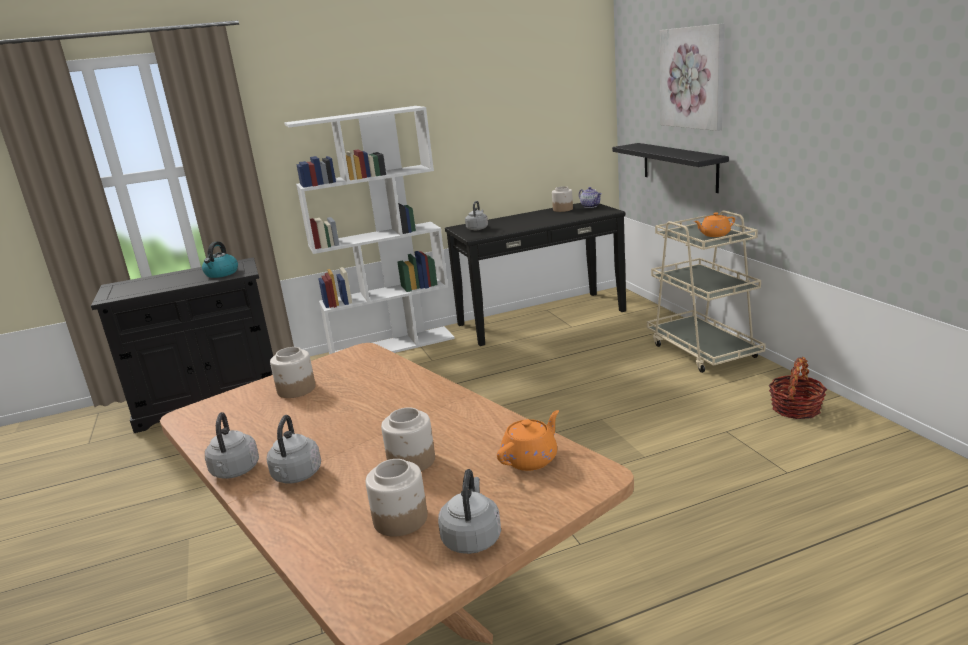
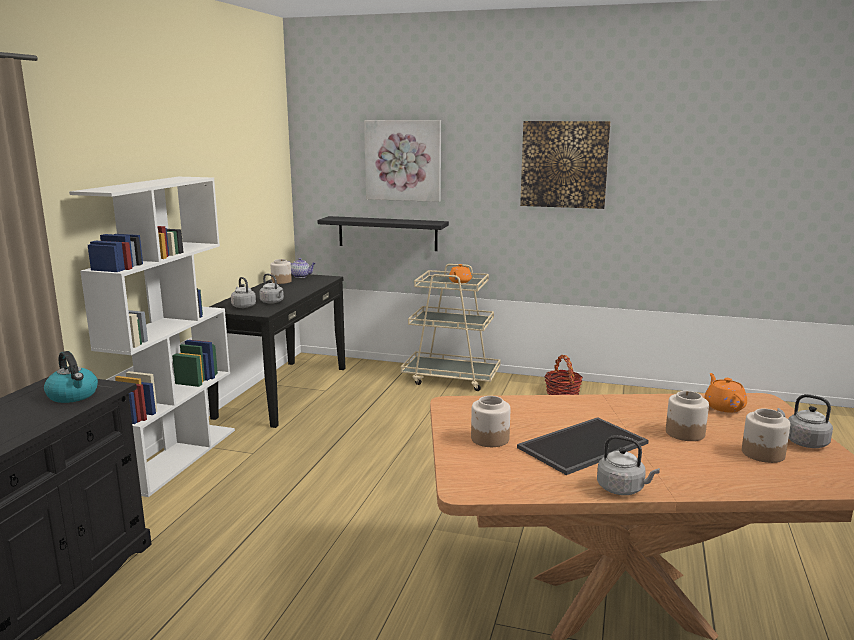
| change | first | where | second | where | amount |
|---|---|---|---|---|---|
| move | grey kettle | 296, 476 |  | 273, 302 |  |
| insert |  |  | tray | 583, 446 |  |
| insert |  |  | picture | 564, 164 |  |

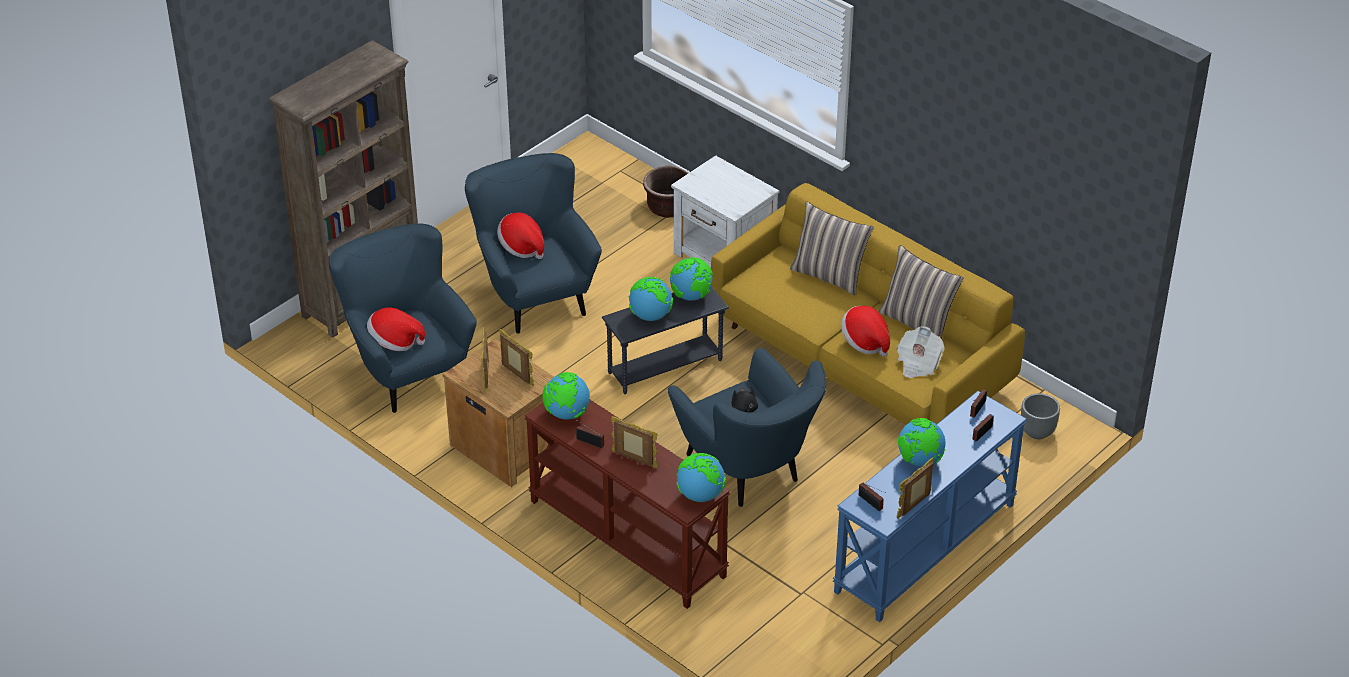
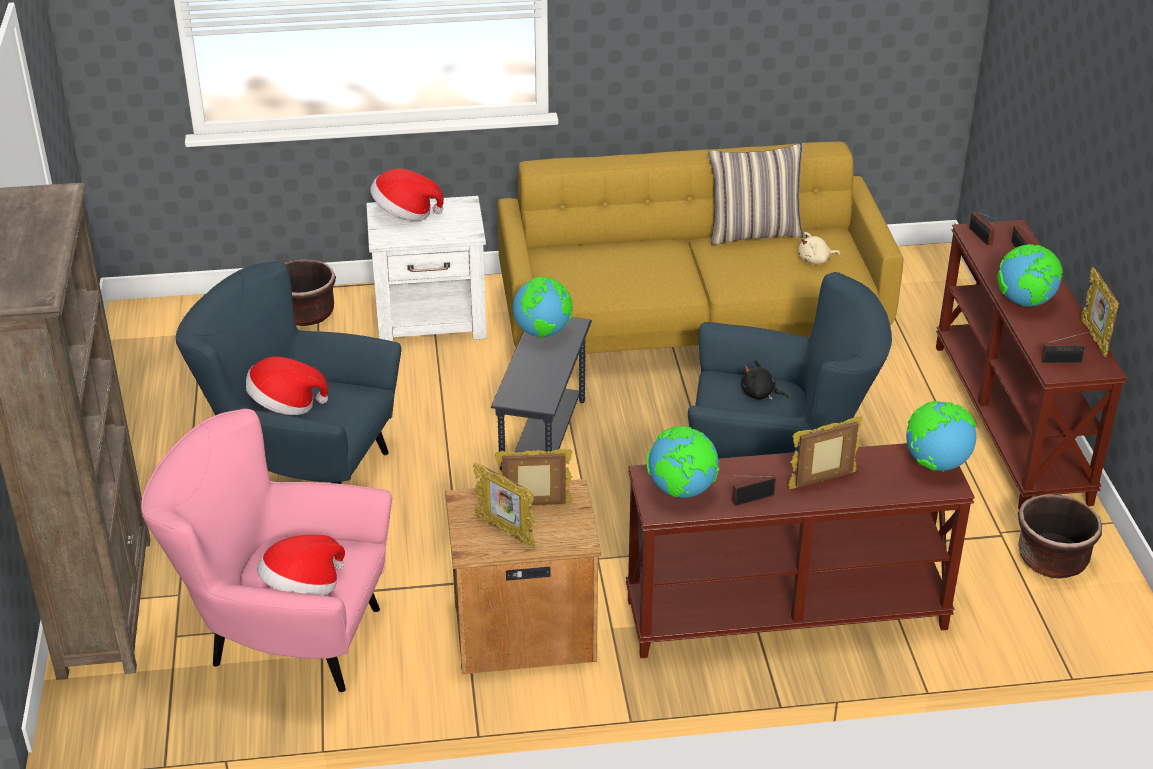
| change | first | where | second | where | amount |
|---|---|---|---|---|---|
| recolor | blue armchair | 407, 369 | pink armchair | 283, 637 |  |
| move | hat | 865, 342 |  | 405, 213 |  |
| replace | newspaper | 918, 363 | beige plush toy | 815, 260 |  |
| recolor | blue console table | 926, 549 | brown console table | 1012, 422 |  |
| insert |  |  | brown planter | 1051, 560 |  |
| delete | globe | 650, 316 |  |  |  |
| delete | pillow | 829, 275 |  |  |  |
| delete | grey planter | 1037, 432 |  |  |  |

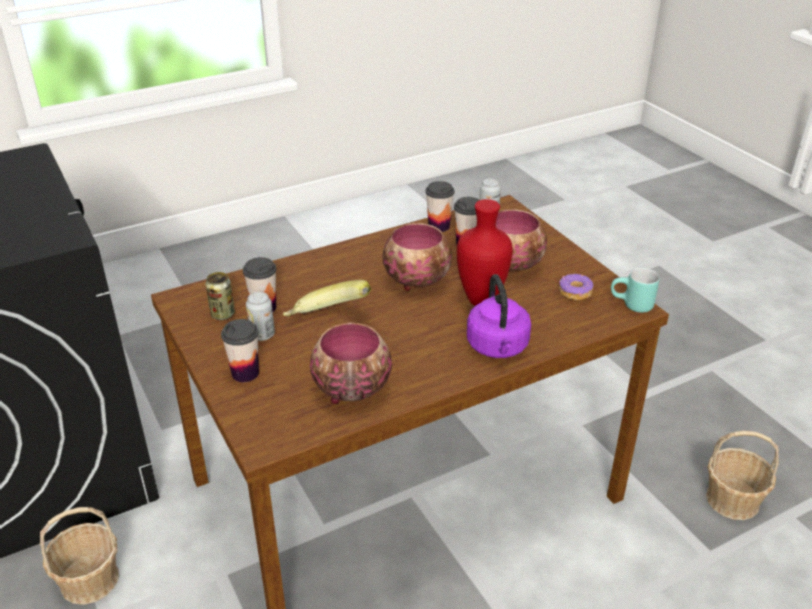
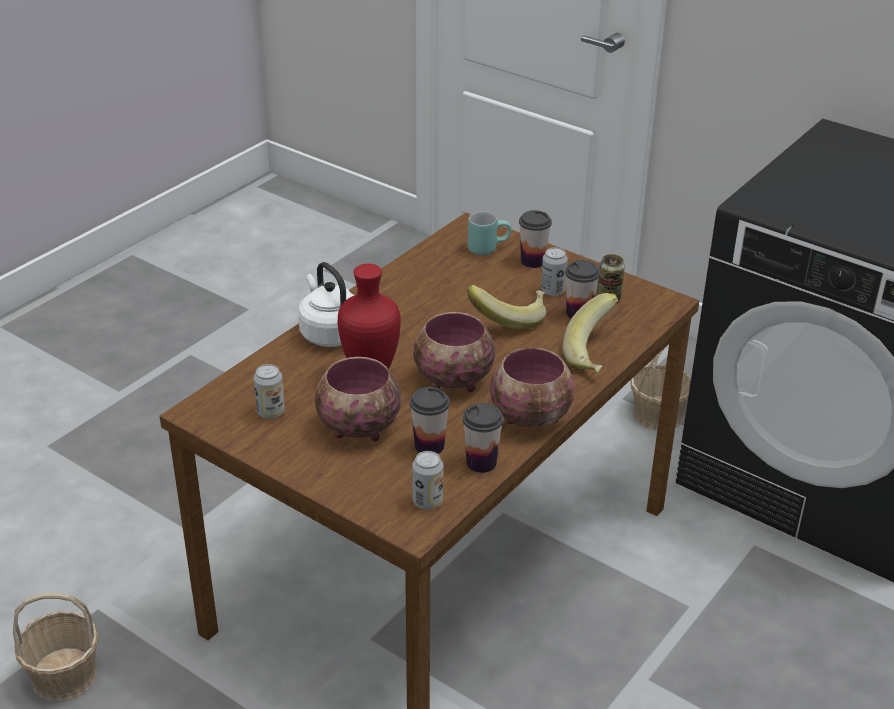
| change | first | where | second | where | amount |
|---|---|---|---|---|---|
| replace | donut | 575, 292 | can | 271, 412 |  |
| recolor | purple kettle | 498, 348 | white kettle | 329, 333 |  |
| move | turquoise mug | 631, 306 |  | 487, 247 |  |
| move | bowl | 350, 389 |  | 532, 417 |  |
| insert |  |  | banana | 595, 355 |  |

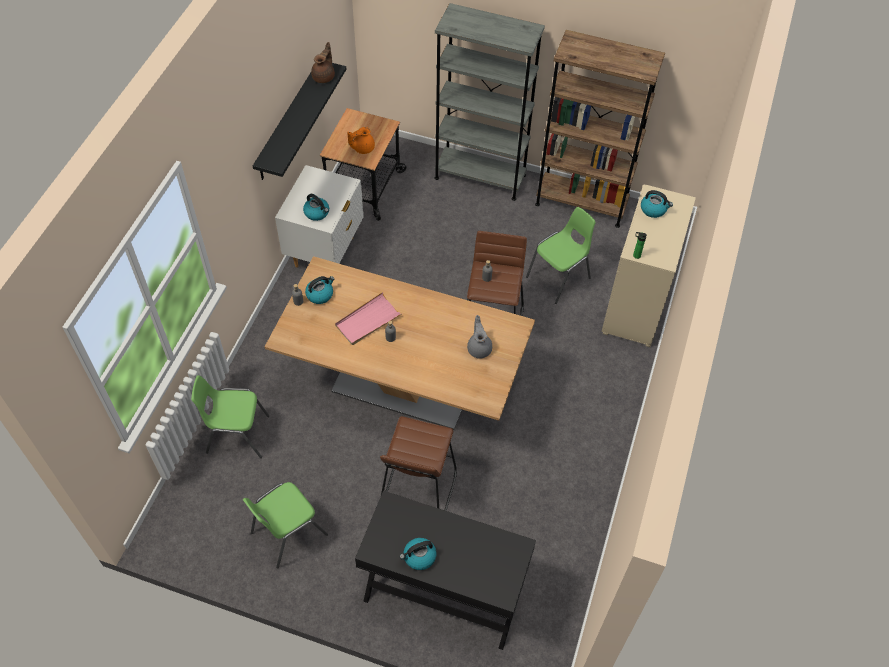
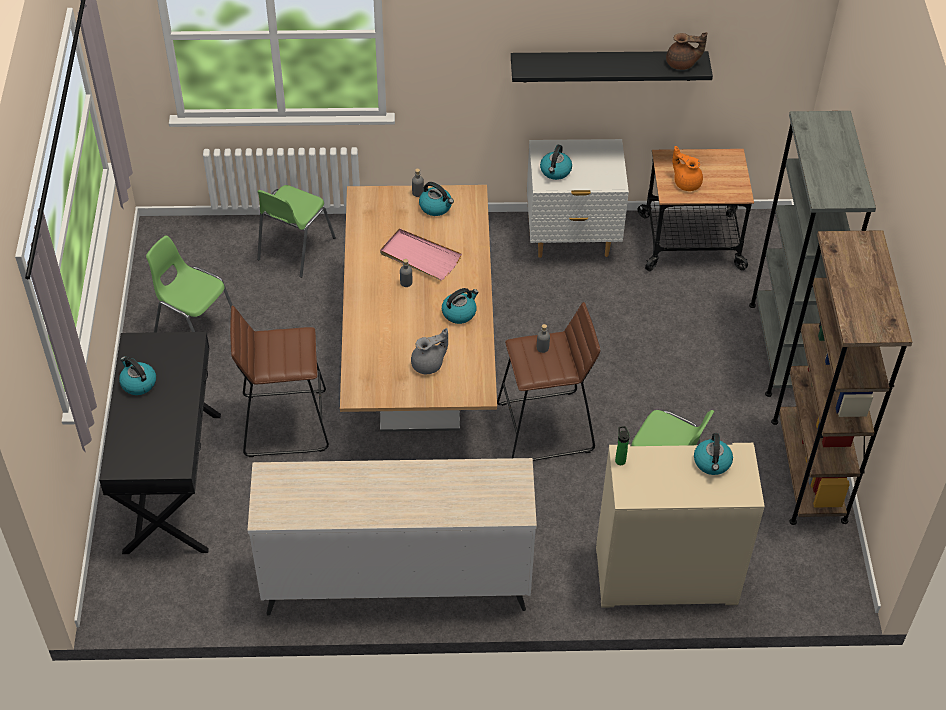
| change | first | where | second | where | amount |
|---|---|---|---|---|---|
| insert |  |  | beige dresser | 395, 582 |  |
| rotate | green chair | 237, 434 |  | 295, 249 | 135 degrees counterclockwise |
| insert |  |  | kettle | 459, 312 |  |

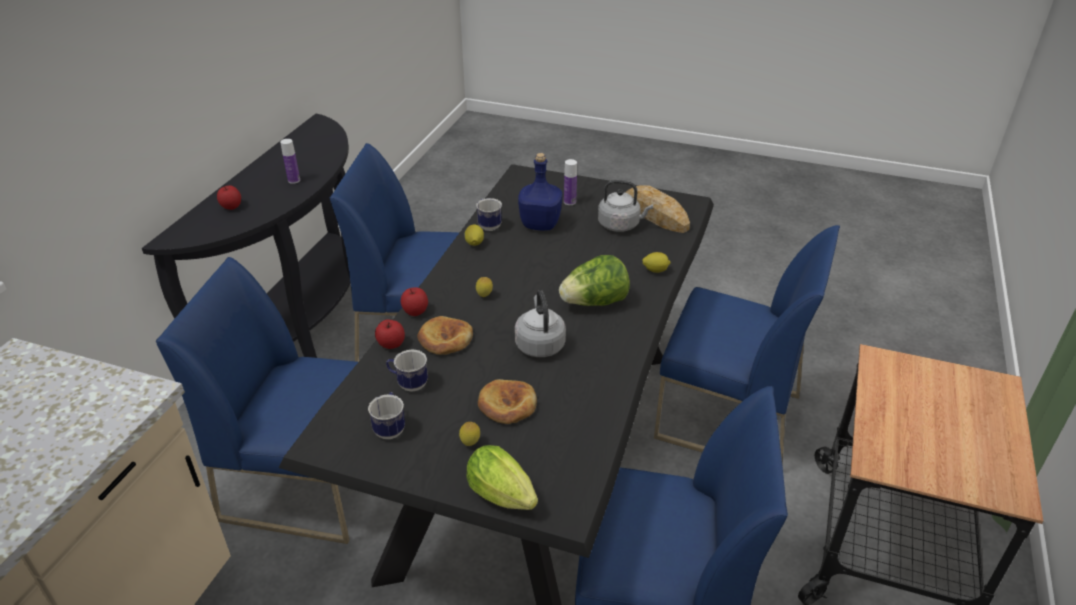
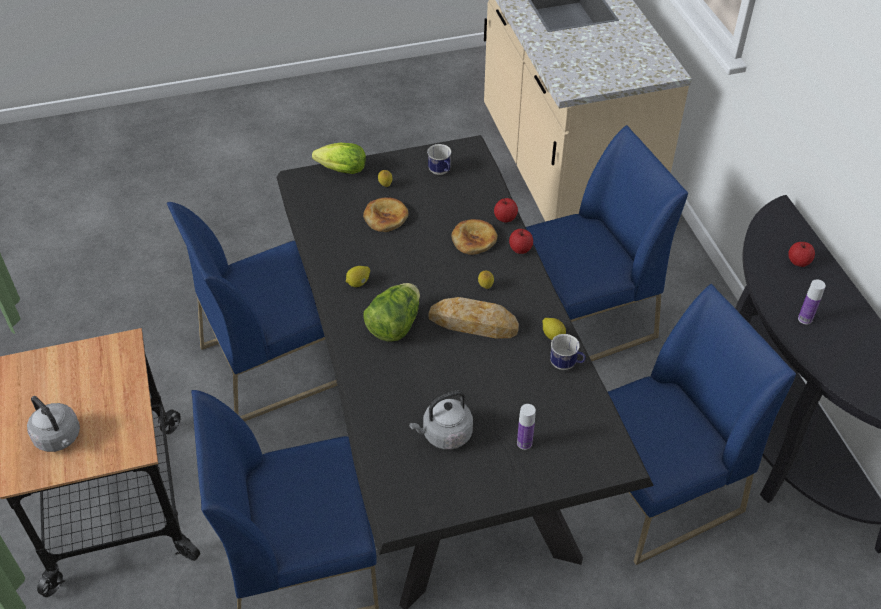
| change | first | where | second | where | amount |
|---|---|---|---|---|---|
| move | grey kettle | 539, 344 |  | 59, 438 |  |
| move | lemon | 655, 270 |  | 358, 283 |  |
| move | bread | 655, 215 |  | 473, 323 |  |
| delete | mug | 408, 384 |  |  |  |
| delete | blue bottle | 539, 224 |  |  |  |

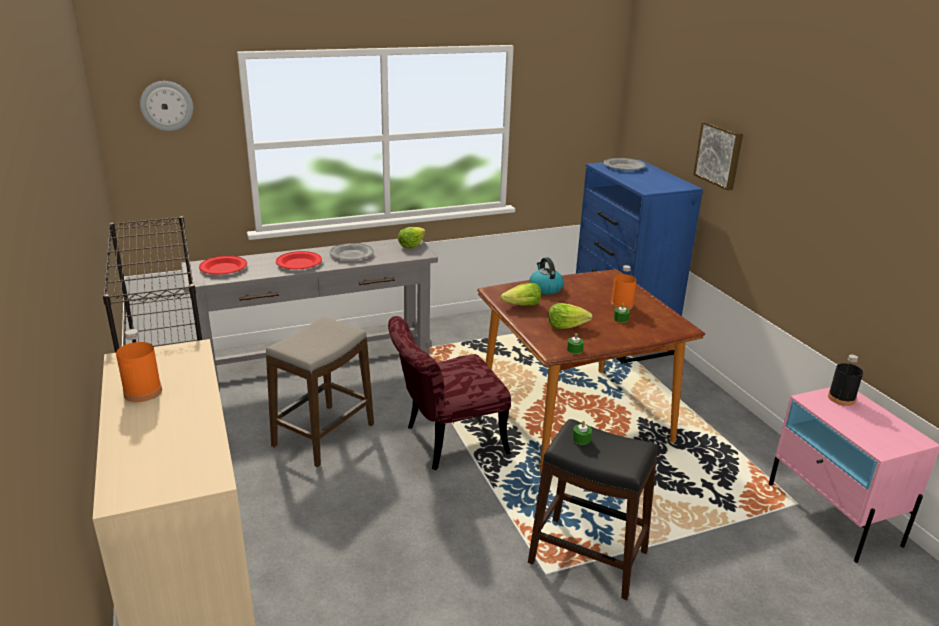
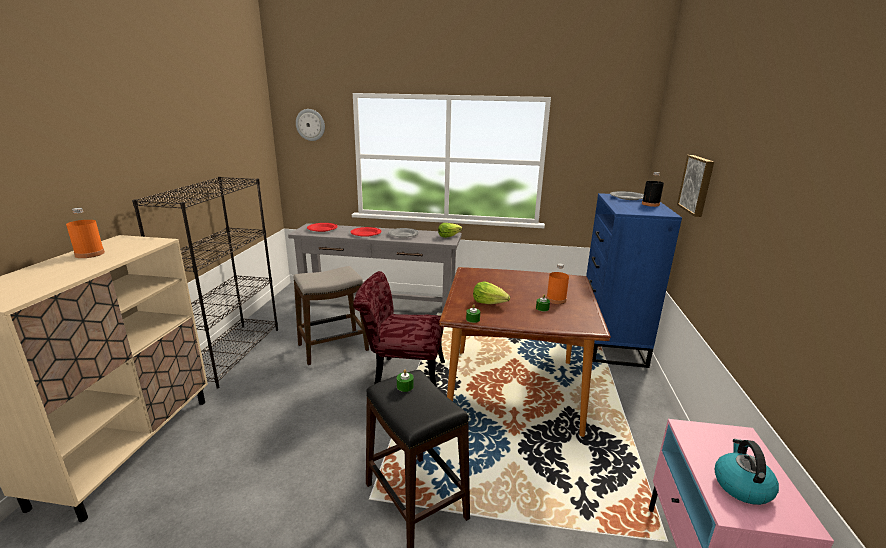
| change | first | where | second | where | amount |
|---|---|---|---|---|---|
| move | black bottle | 841, 398 |  | 650, 204 |  |
| move | kettle | 545, 288 |  | 741, 486 |  |
| delete | lettuce | 522, 306 |  |  |  |

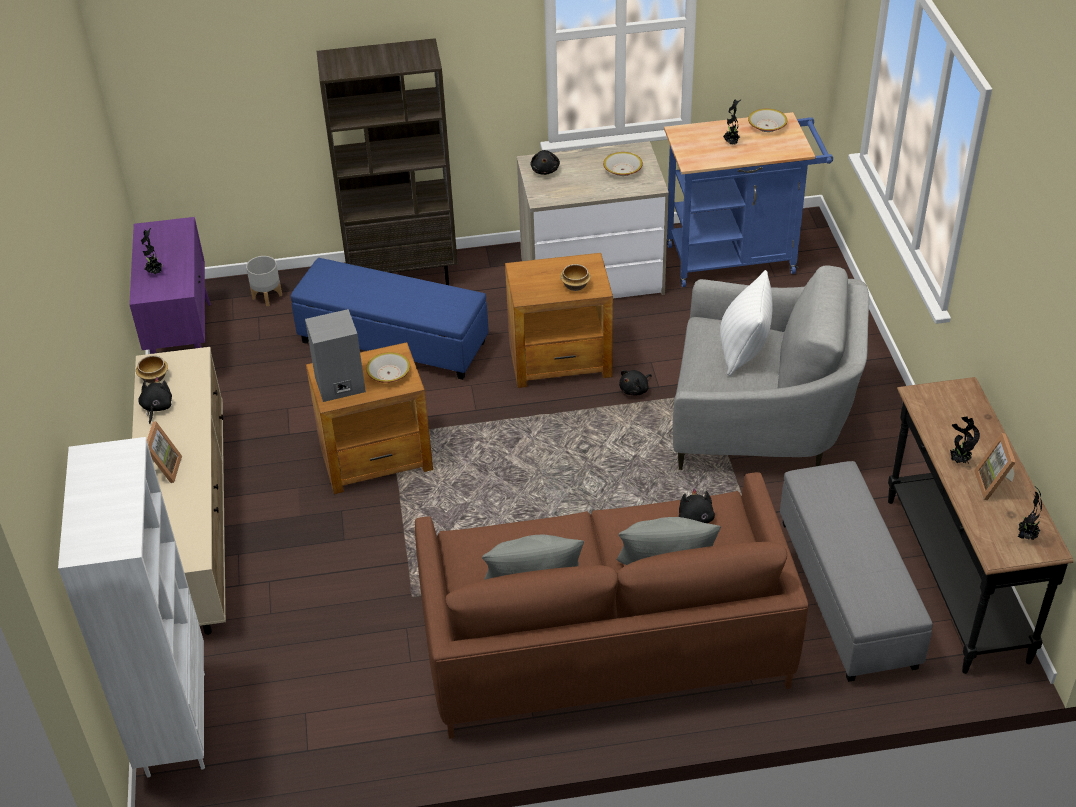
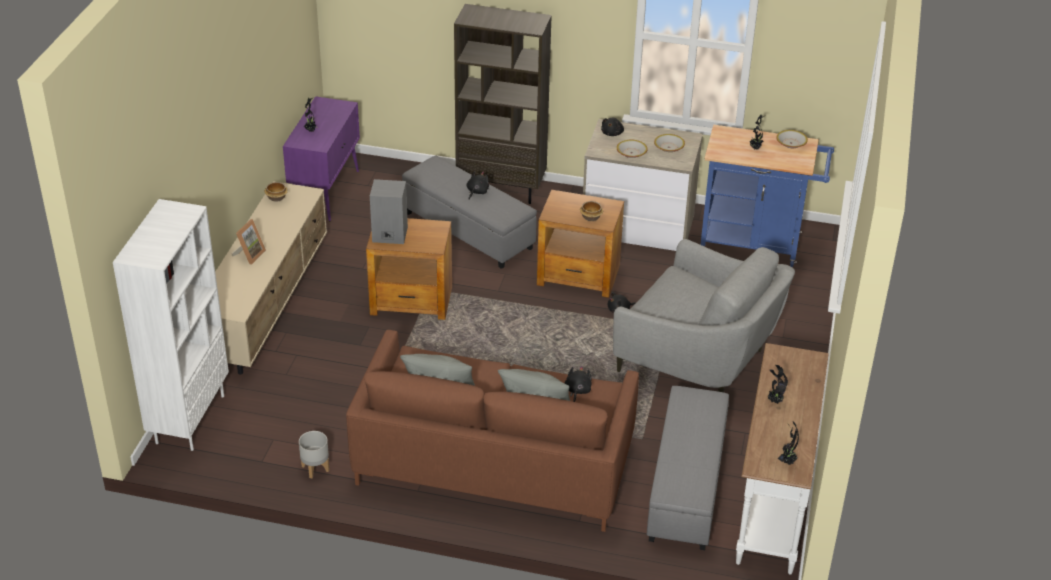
| change | first | where | second | where | amount |
|---|---|---|---|---|---|
| move | grey planter | 267, 297 |  | 315, 468 |  |
| recolor | blue ottoman | 393, 342 | grey ottoman | 467, 231 |  |
| move | black plush toy | 156, 408 |  | 477, 192 |  |
| move | bowl | 388, 373 |  | 631, 153 |  |
| recolor | black console table | 953, 578 | white console table | 771, 502 |  |
| delete | white pillow | 743, 350 |  |  |  |
| delete | picture frame | 995, 485 |  |  |  |

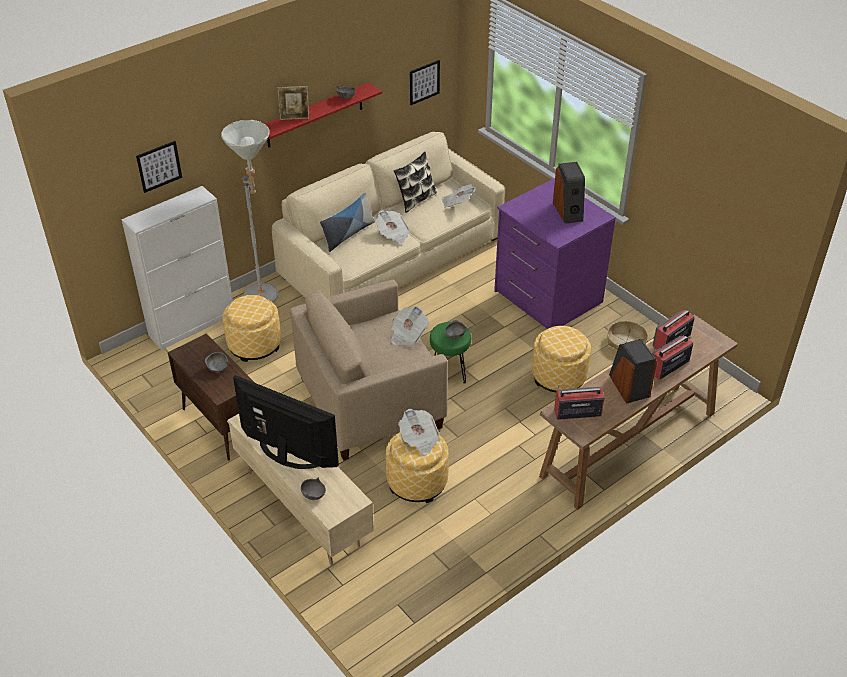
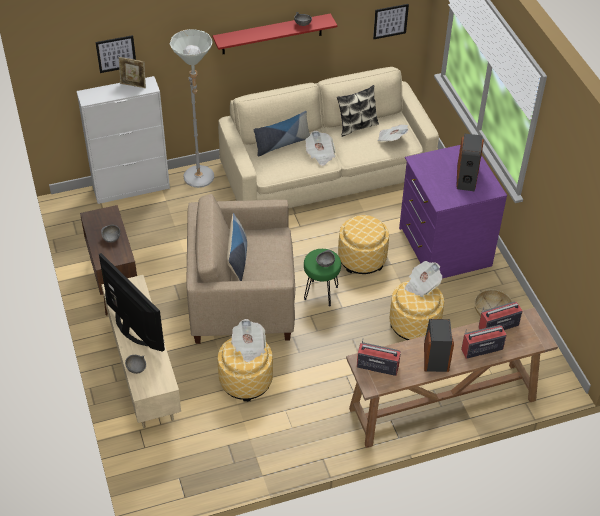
| change | first | where | second | where | amount |
|---|---|---|---|---|---|
| move | picture frame | 295, 118 |  | 133, 85 |  |
| insert |  |  | pillow | 237, 258 |  |
| move | ottoman | 254, 344 |  | 362, 258 |  |
| move | newspaper | 407, 335 |  | 422, 285 |  |

